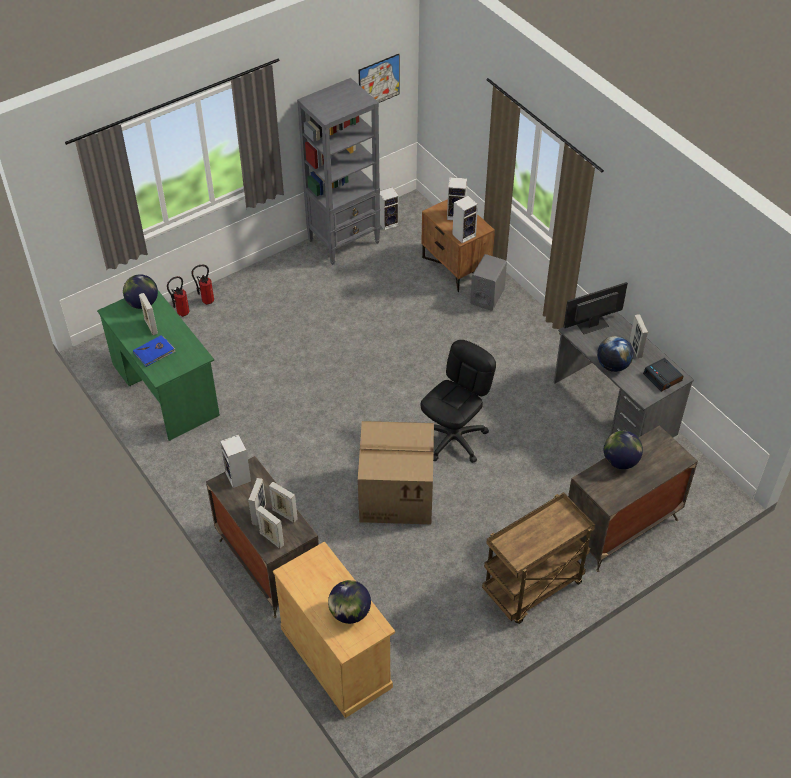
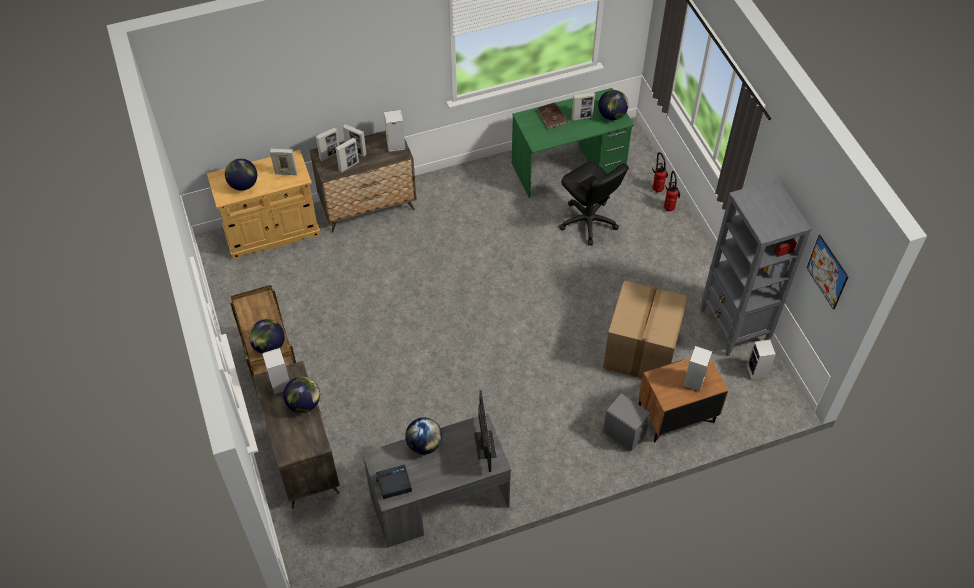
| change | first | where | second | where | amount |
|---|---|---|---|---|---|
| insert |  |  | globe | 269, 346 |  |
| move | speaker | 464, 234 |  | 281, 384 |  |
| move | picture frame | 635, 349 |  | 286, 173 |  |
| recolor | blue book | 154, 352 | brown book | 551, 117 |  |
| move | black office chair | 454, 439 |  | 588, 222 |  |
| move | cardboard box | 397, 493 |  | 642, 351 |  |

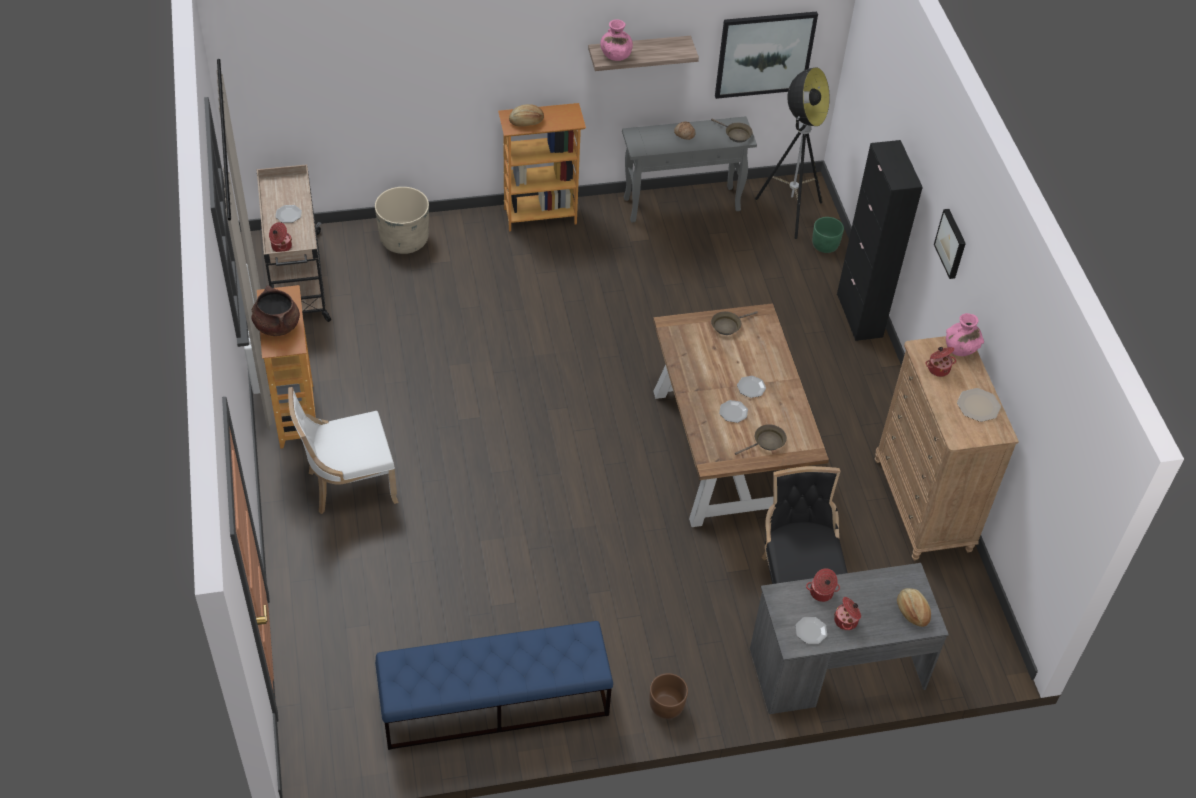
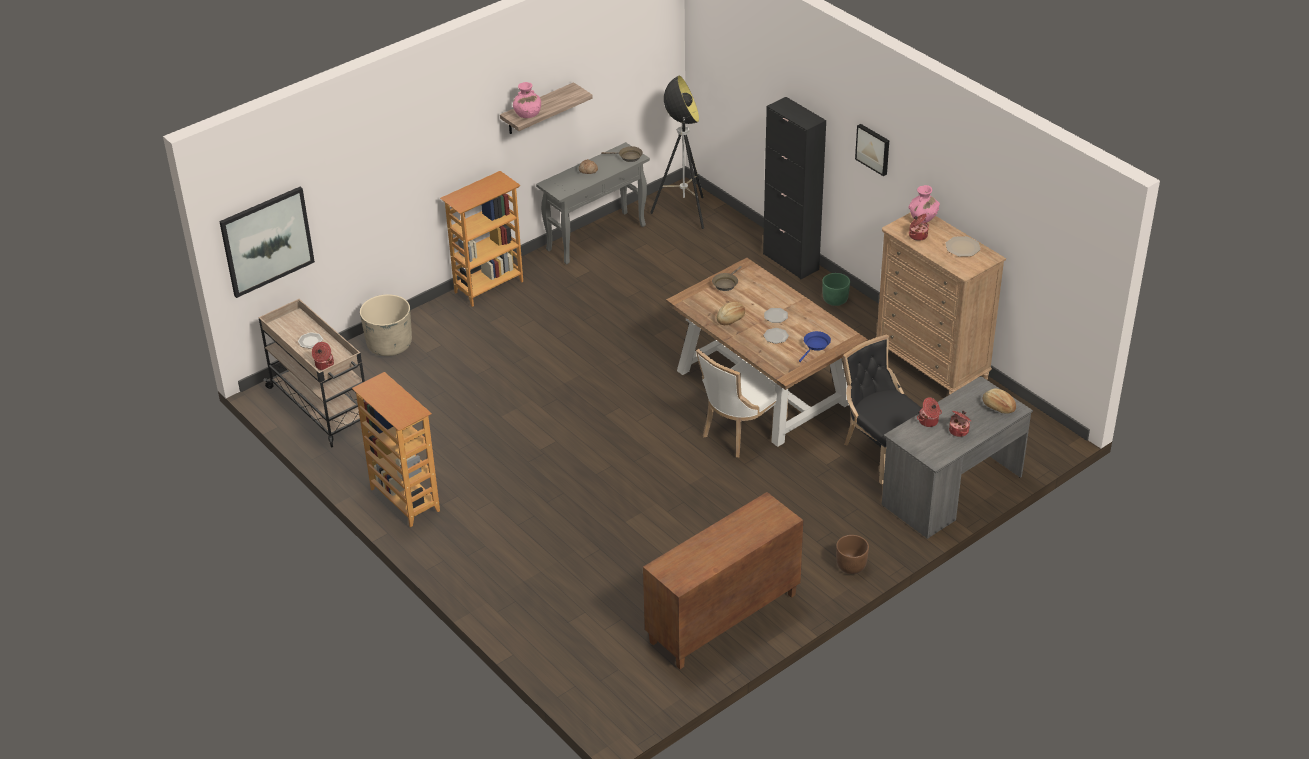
| change | first | where | second | where | amount |
|---|---|---|---|---|---|
| move | picture | 764, 54 |  | 267, 241 |  |
| replace | blue bench | 493, 702 | brown cabinet | 723, 619 |  |
| move | white chair | 348, 485 |  | 739, 432 |  |
| move | bread | 526, 121 |  | 731, 318 |  |
| recolor | brown frying pan | 767, 442 | blue frying pan | 815, 346 |  |
| move | green planter | 825, 245 |  | 835, 300 |  |
| delete | brown cooking pot | 276, 325 |  |  |  |
| delete | plate | 811, 631 |  |  |  |

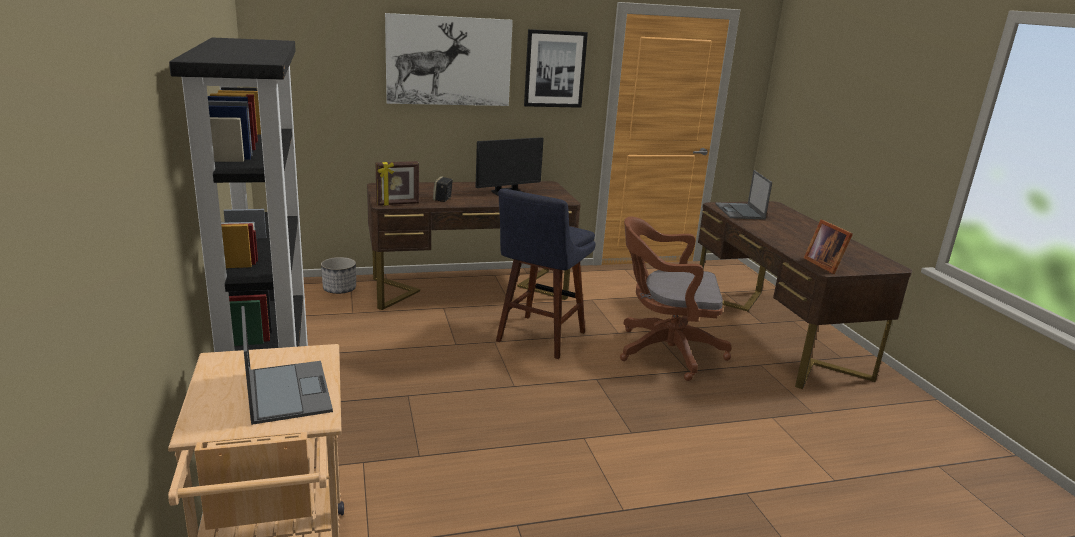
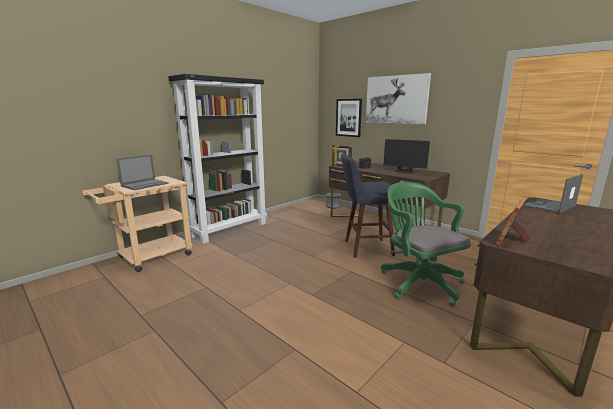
| change | first | where | second | where | amount |
|---|---|---|---|---|---|
| move | picture | 555, 69 |  | 348, 117 |  |
| recolor | brown office chair | 663, 351 | green office chair | 418, 281 |  |

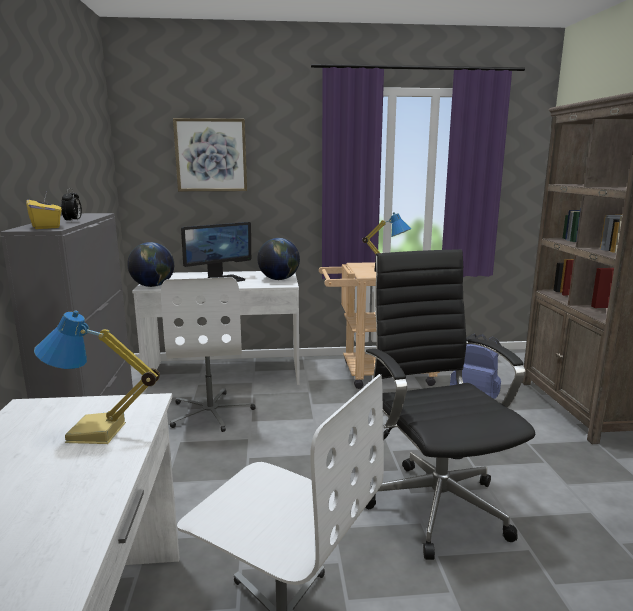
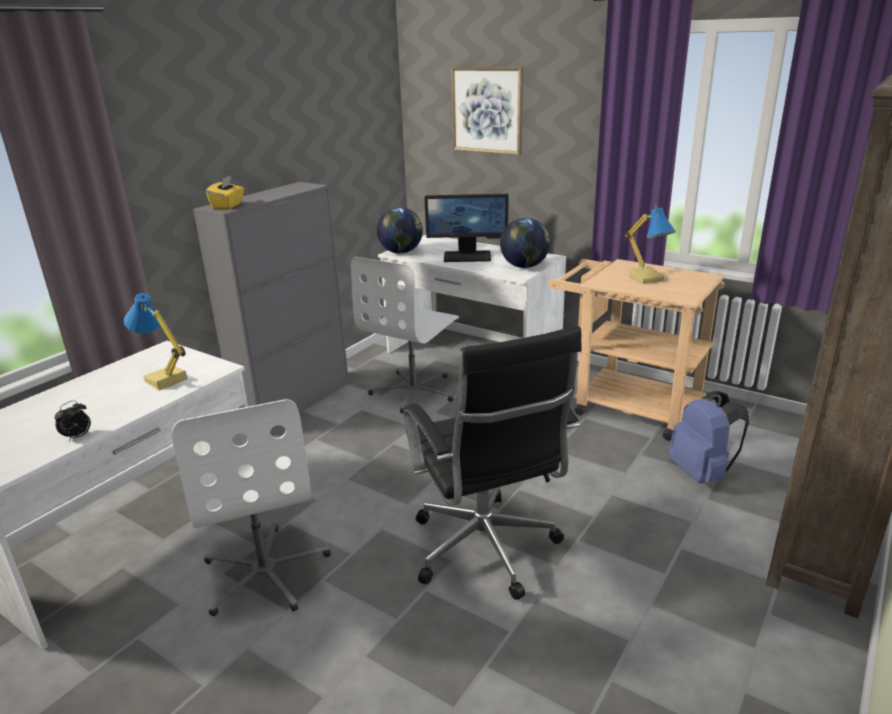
| change | first | where | second | where | amount |
|---|---|---|---|---|---|
| move | alarm clock | 73, 221 |  | 78, 437 |  |
| rotate | black office chair | 435, 503 |  | 486, 552 | 135 degrees clockwise |

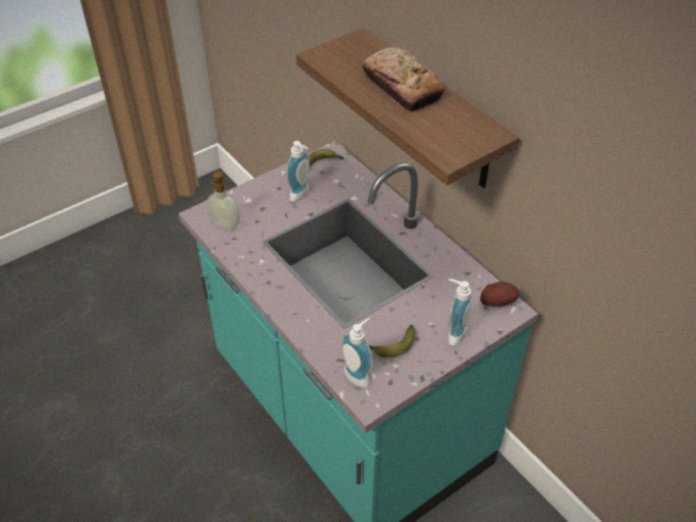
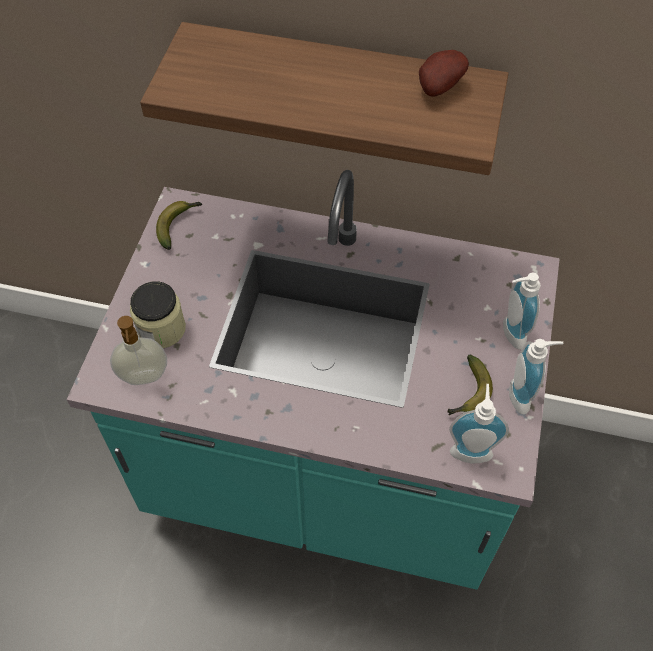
| change | first | where | second | where | amount |
|---|---|---|---|---|---|
| insert |  |  | jar | 161, 329 |  |
| move | potato | 497, 302 |  | 437, 87 |  |
| move | soap dispenser | 302, 195 |  | 524, 396 |  |
| delete | bread | 401, 87 |  |  |  |

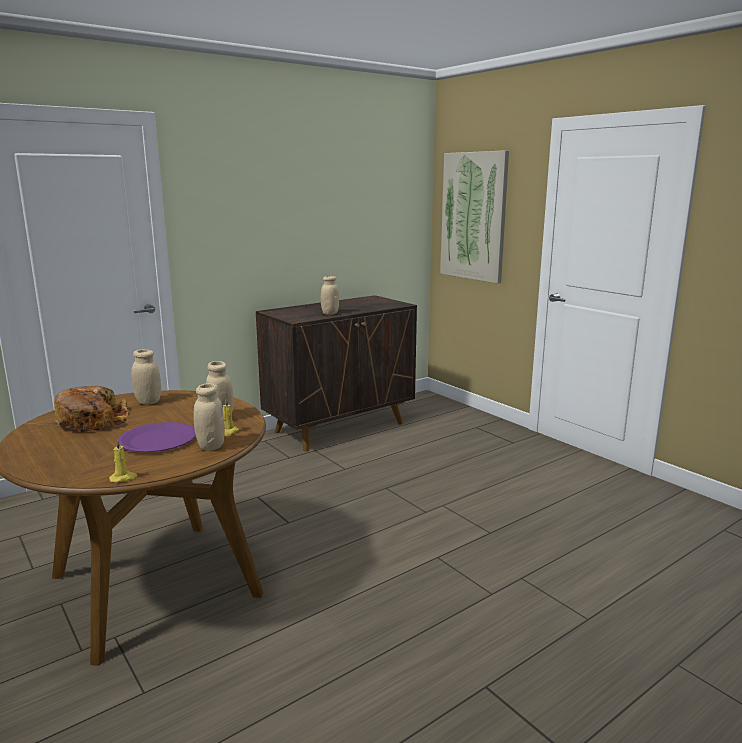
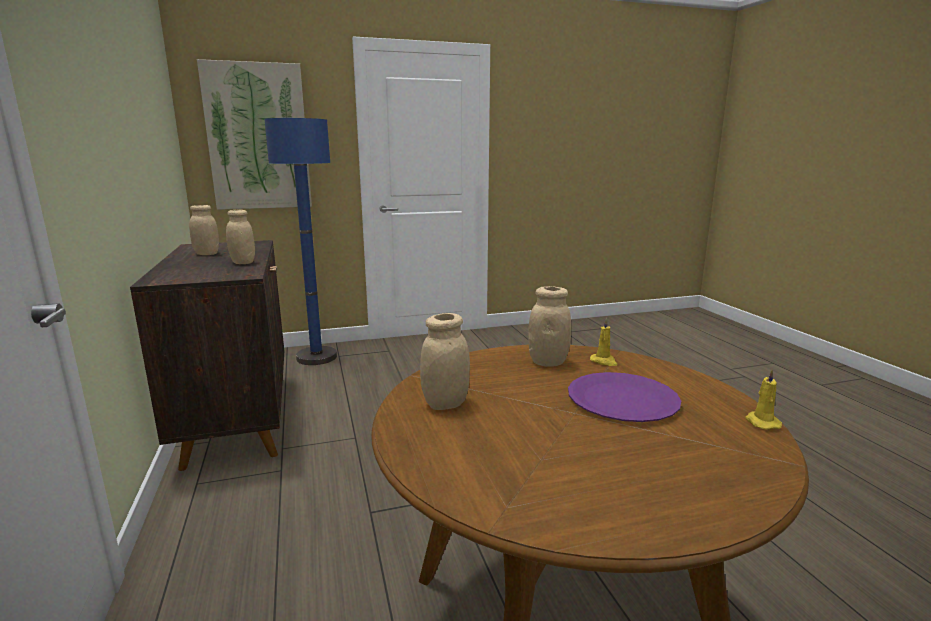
| change | first | where | second | where | amount |
|---|---|---|---|---|---|
| move | beige jar | 211, 446 |  | 207, 254 |  |
| insert |  |  | blue floor lamp | 316, 357 |  |
| delete | bread | 93, 420 |  |  |  |

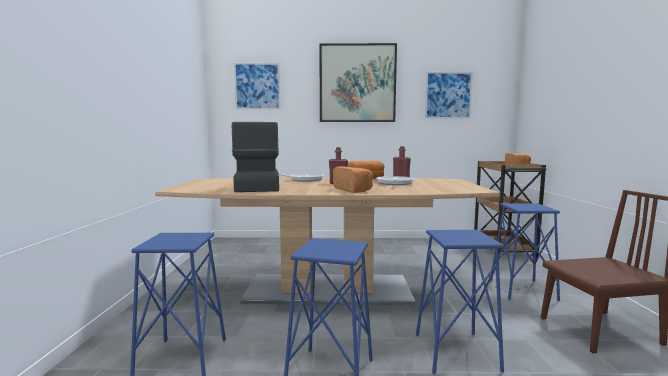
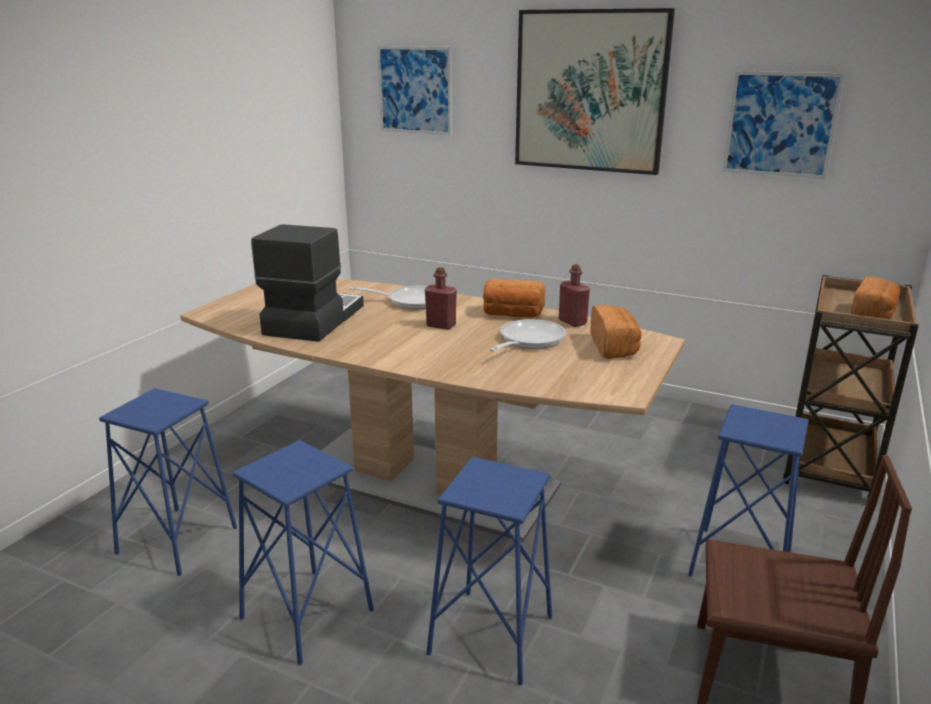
| change | first | where | second | where | amount |
|---|---|---|---|---|---|
| move | bread | 353, 190 |  | 614, 347 |  |

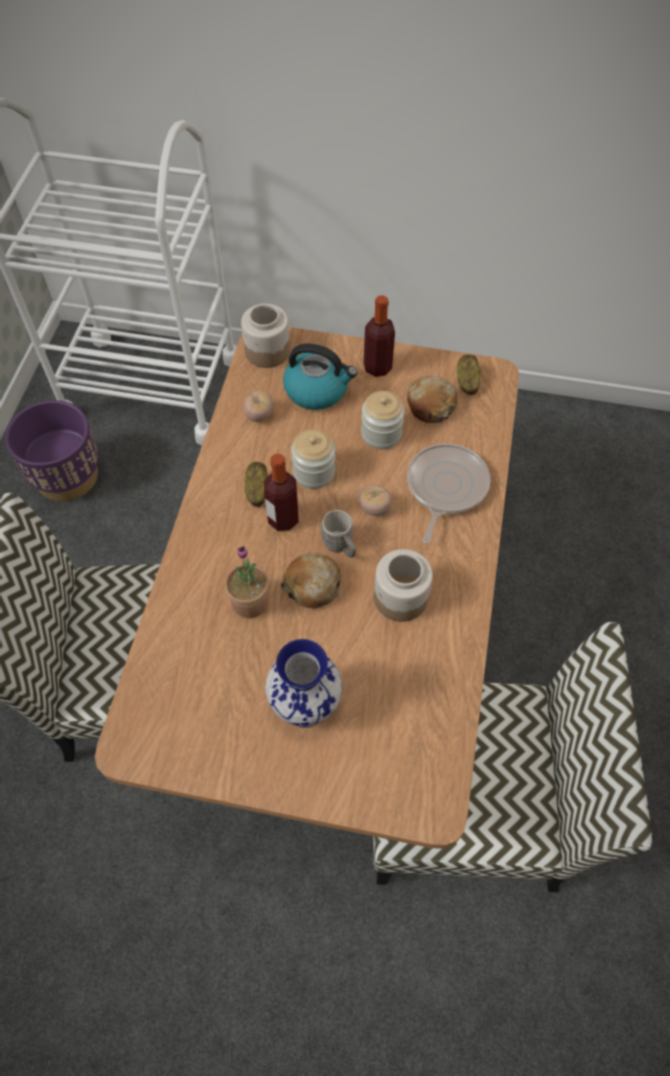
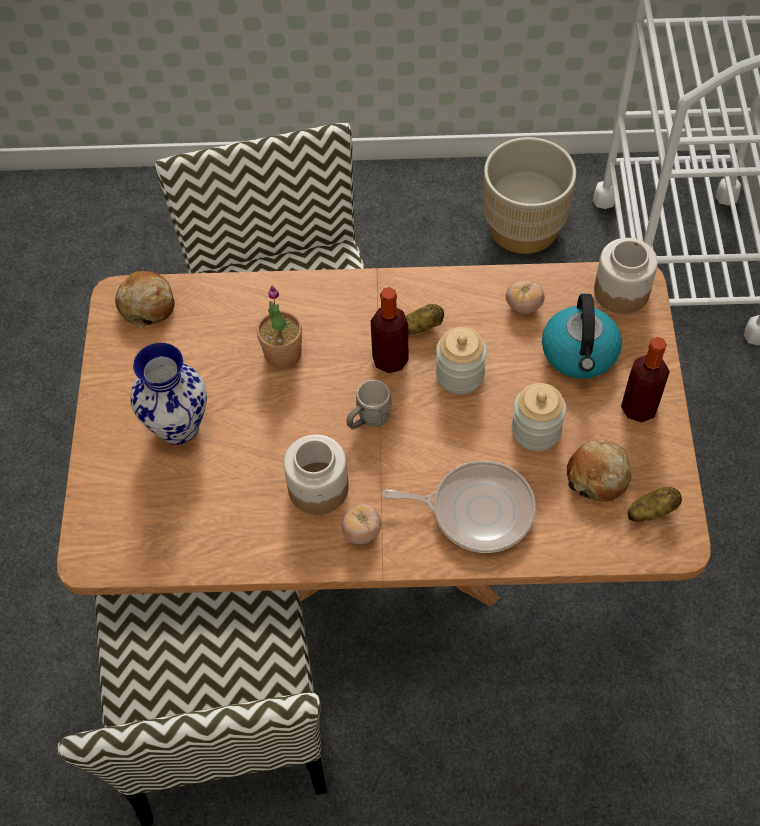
| change | first | where | second | where | amount |
|---|---|---|---|---|---|
| move | bread | 312, 585 |  | 147, 305 |  |
| move | tomato | 374, 508 |  | 362, 532 |  |
| recolor | purple planter | 67, 476 | beige planter | 524, 227 |  |

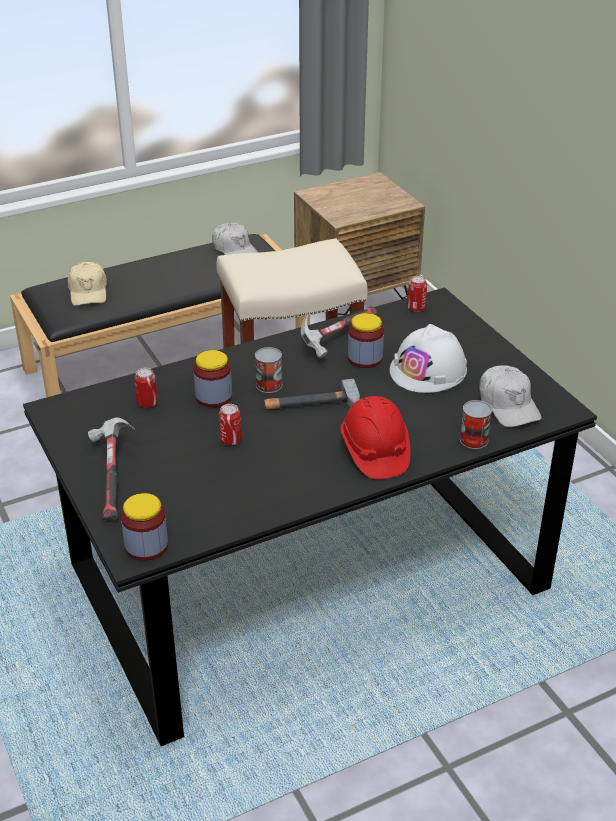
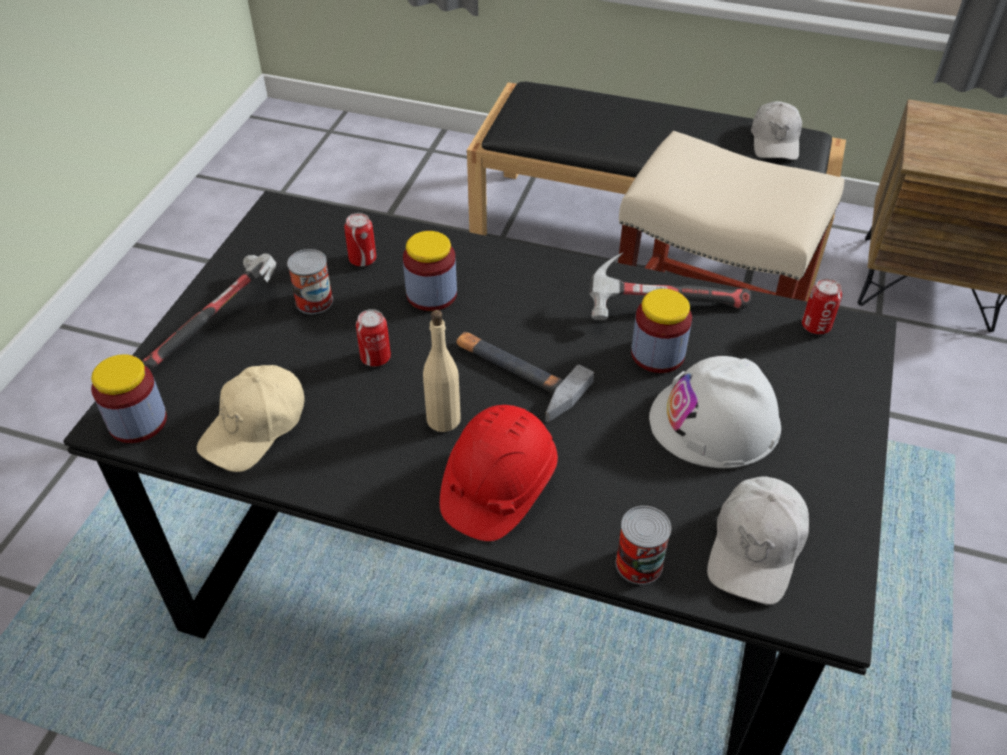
| change | first | where | second | where | amount |
|---|---|---|---|---|---|
| move | beige cap | 88, 292 |  | 255, 427 |  |
| move | can | 269, 385 |  | 314, 301 |  |
| insert |  |  | beige bottle | 444, 419 |  |

